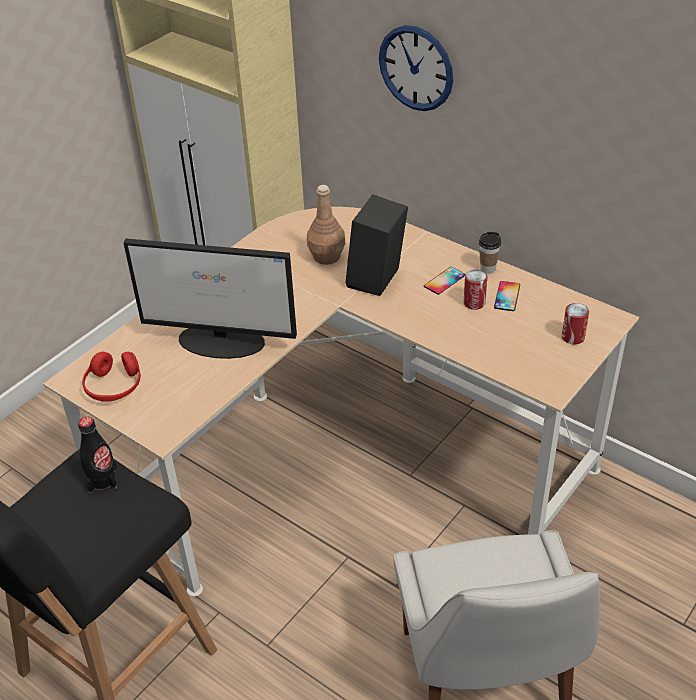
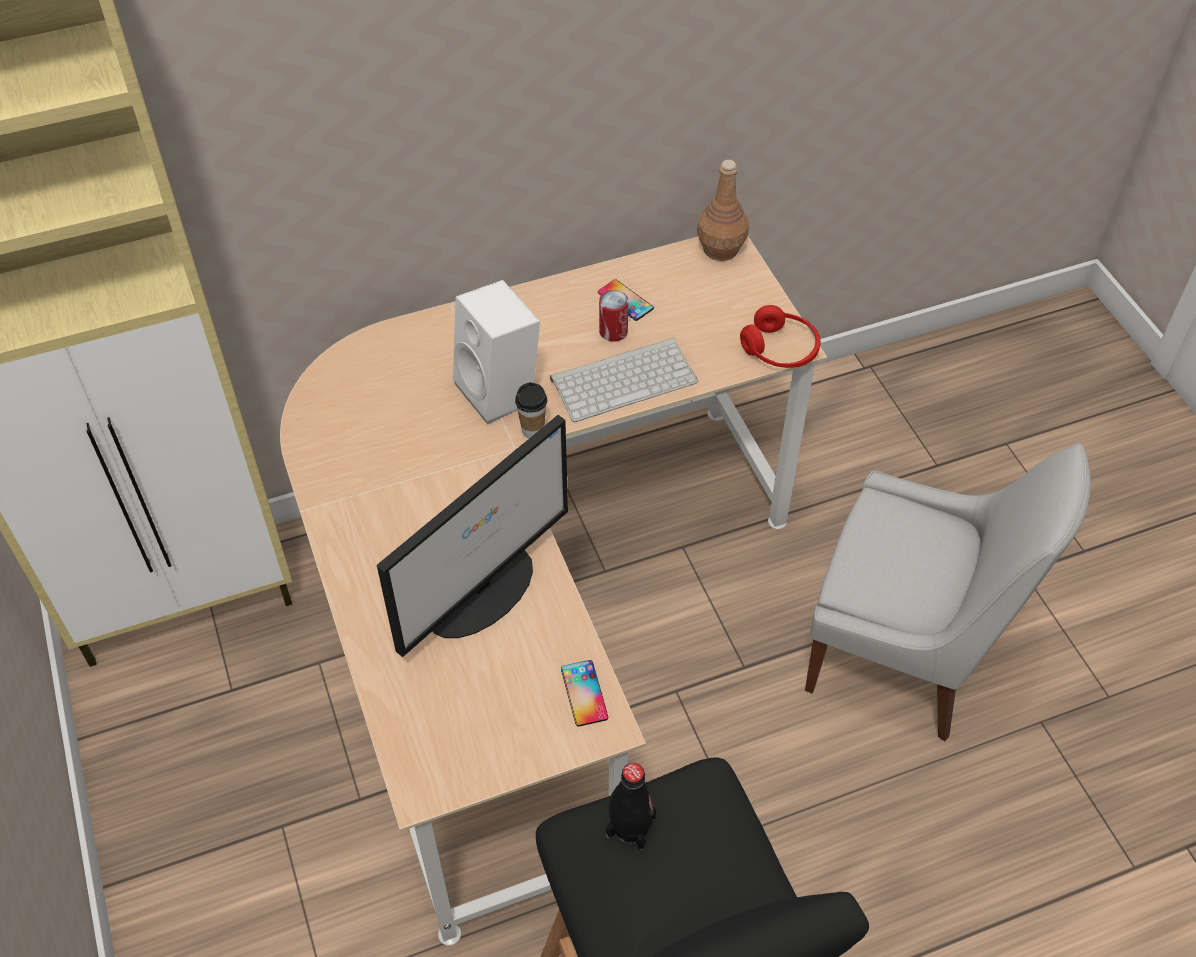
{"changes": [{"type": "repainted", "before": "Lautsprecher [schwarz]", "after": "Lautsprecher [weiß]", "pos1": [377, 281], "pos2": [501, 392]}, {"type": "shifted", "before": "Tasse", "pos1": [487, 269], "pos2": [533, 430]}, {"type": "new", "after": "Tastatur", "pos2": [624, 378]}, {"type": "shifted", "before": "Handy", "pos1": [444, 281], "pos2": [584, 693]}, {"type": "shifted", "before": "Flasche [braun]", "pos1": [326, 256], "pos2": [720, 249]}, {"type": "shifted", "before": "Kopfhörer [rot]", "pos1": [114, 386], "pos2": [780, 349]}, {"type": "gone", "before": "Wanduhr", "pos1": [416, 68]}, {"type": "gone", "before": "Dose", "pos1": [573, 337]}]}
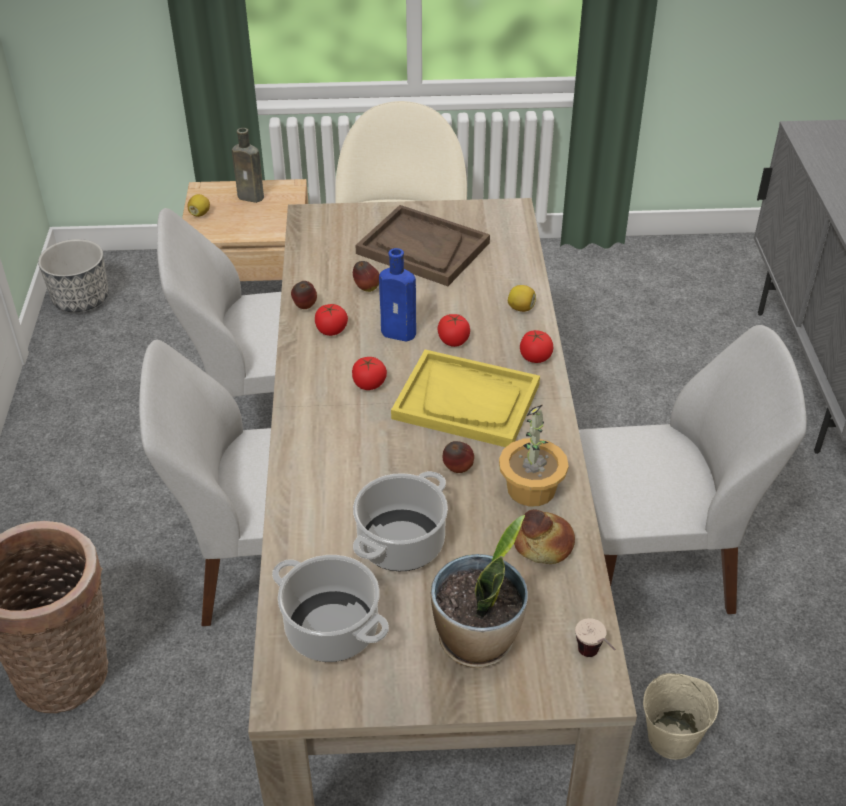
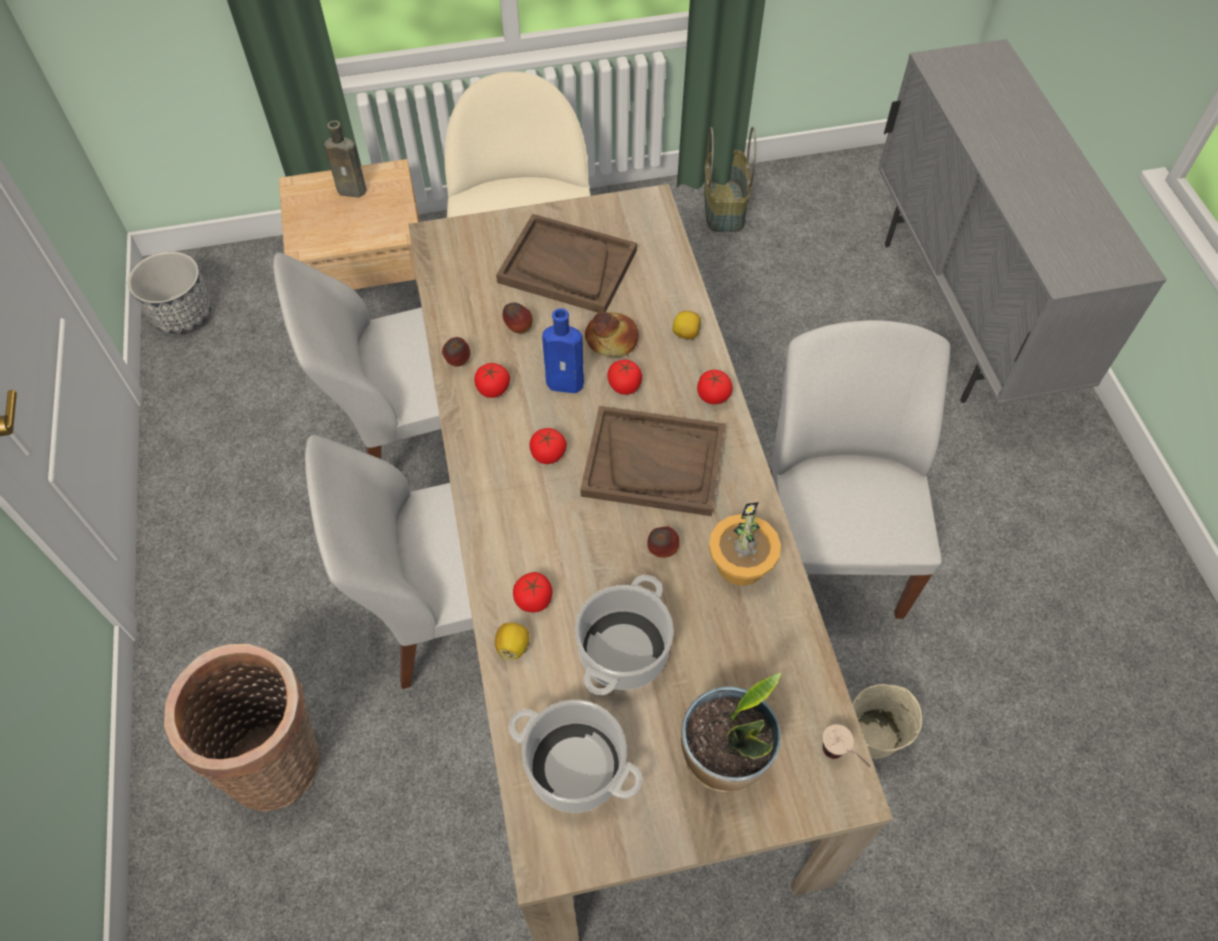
{"changes": [{"type": "shifted", "before": "Zitrone", "pos1": [200, 213], "pos2": [513, 646]}, {"type": "new", "after": "Tomate", "pos2": [534, 599]}, {"type": "repainted", "before": "Tablett [gelb]", "after": "Tablett [braun]", "pos1": [466, 401], "pos2": [654, 462]}, {"type": "shifted", "before": "Brot", "pos1": [542, 545], "pos2": [612, 341]}, {"type": "new", "after": "Korb", "pos2": [723, 207]}, {"type": "rotated", "before": "Stuhl [weiß]", "pos1": [656, 565], "pos2": [830, 551], "turn": -75}]}
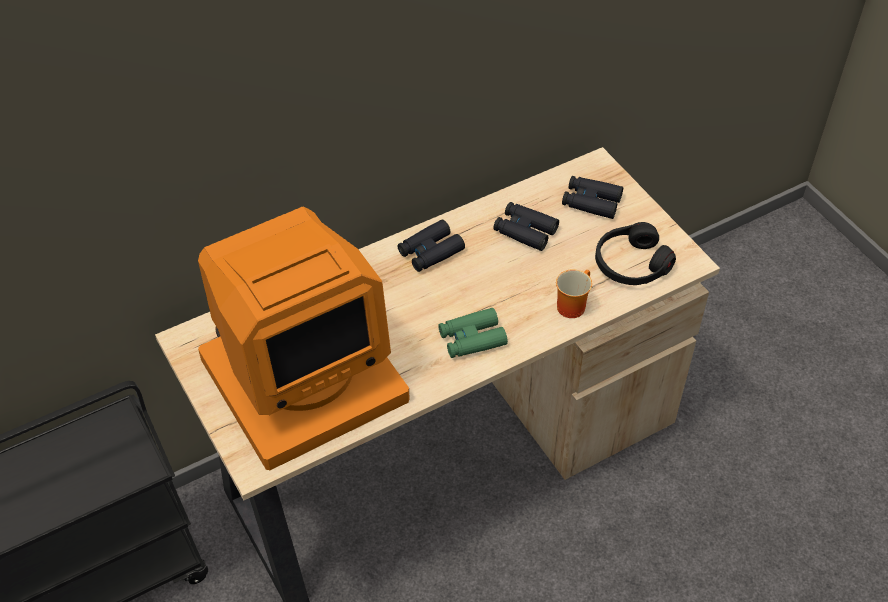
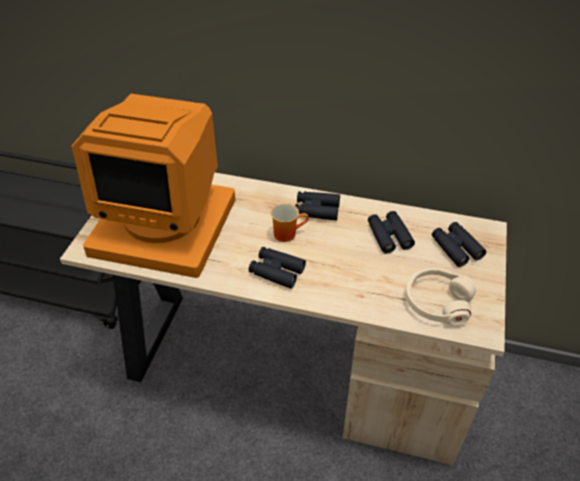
{"changes": [{"type": "repainted", "before": "Fernglas [grün]", "after": "Fernglas [schwarz]", "pos1": [472, 339], "pos2": [276, 271]}, {"type": "shifted", "before": "Henkelbecher", "pos1": [570, 304], "pos2": [287, 232]}, {"type": "repainted", "before": "Kopfhörer [schwarz]", "after": "Kopfhörer [beige]", "pos1": [631, 264], "pos2": [437, 302]}]}
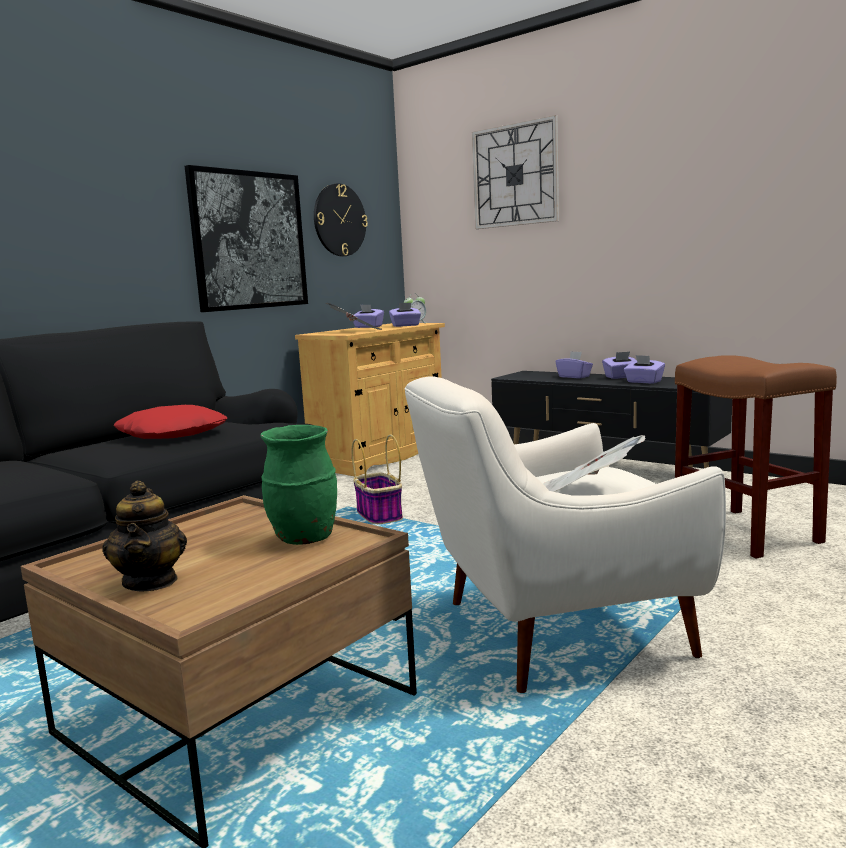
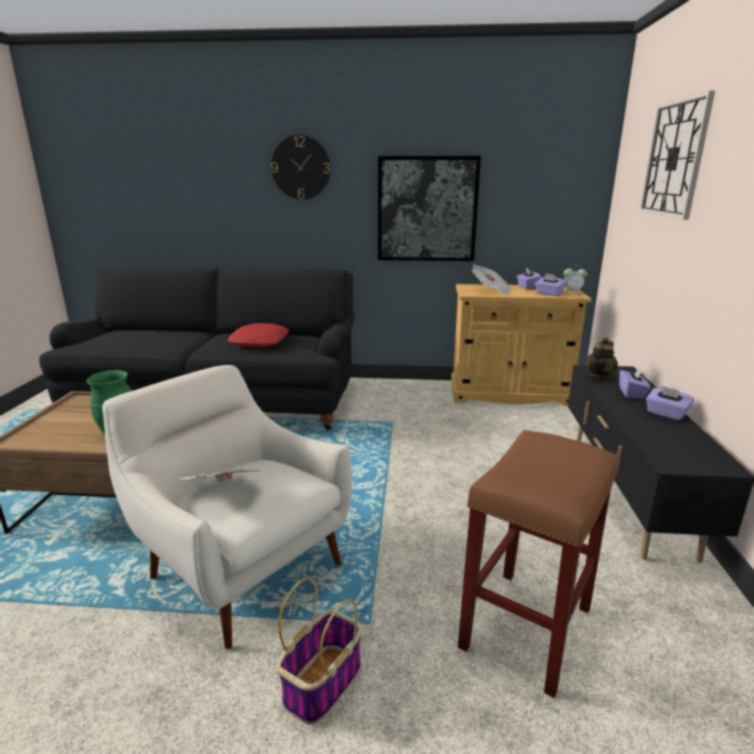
{"changes": [{"type": "shifted", "before": "Wanduhr", "pos1": [339, 220], "pos2": [301, 167]}, {"type": "shifted", "before": "Korb", "pos1": [378, 515], "pos2": [323, 682]}, {"type": "shifted", "before": "Teekanne", "pos1": [151, 582], "pos2": [599, 377]}, {"type": "gone", "before": "Taschentuchbox [lila]", "pos1": [643, 382]}]}
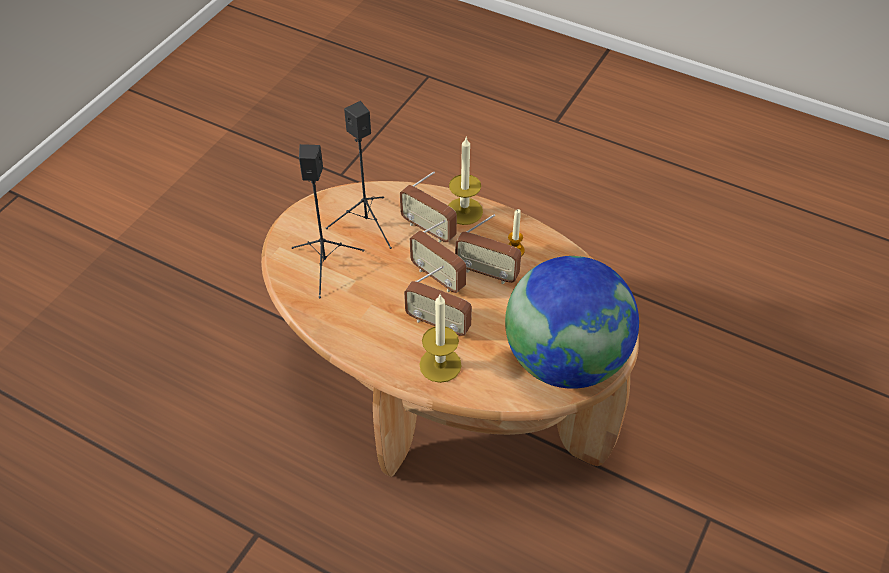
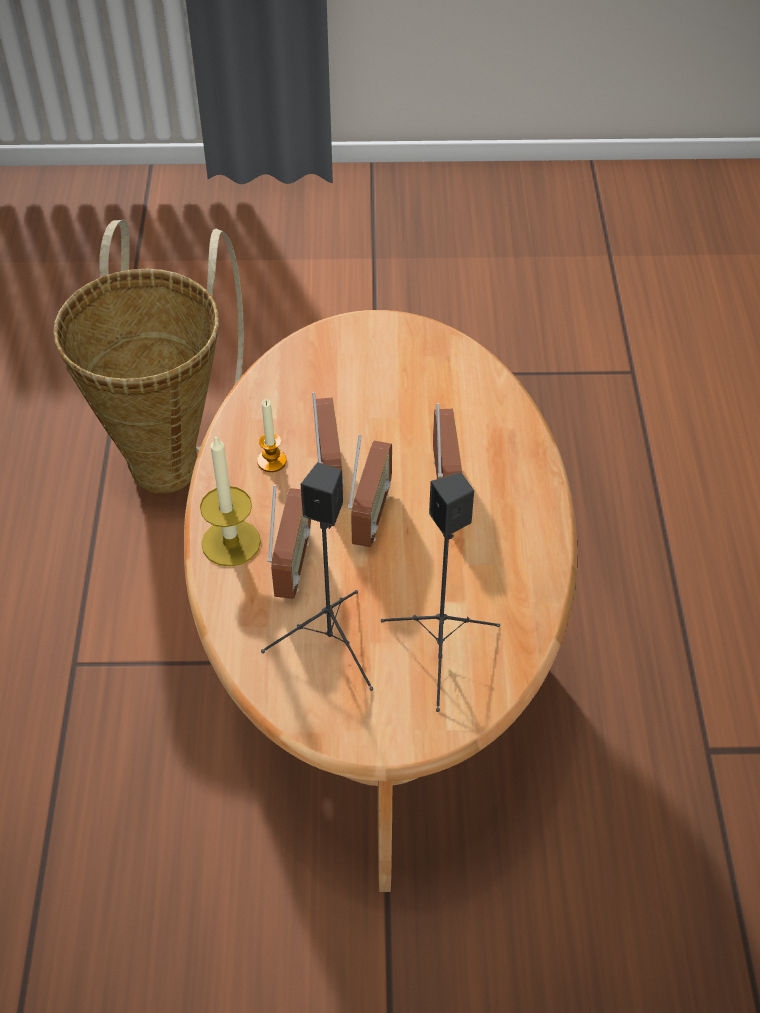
{"changes": [{"type": "new", "after": "Korb", "pos2": [170, 456]}, {"type": "gone", "before": "Kerze", "pos1": [440, 365]}, {"type": "gone", "before": "Globus", "pos1": [565, 360]}]}
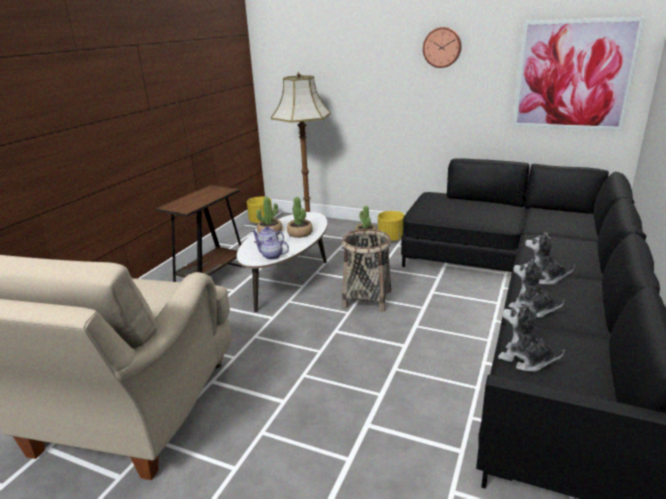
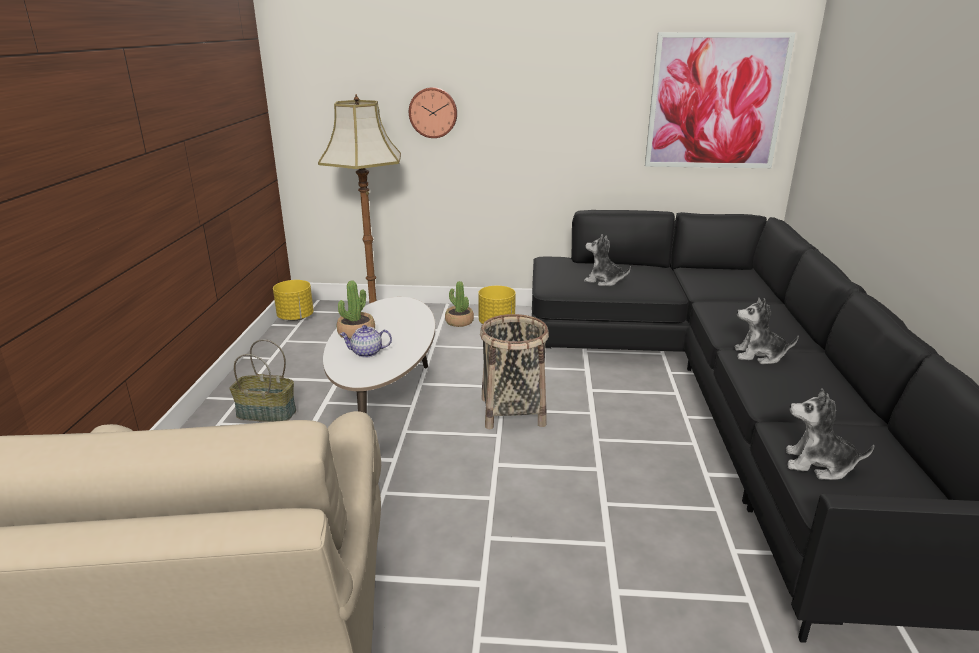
{"changes": [{"type": "swapped", "before": "Beistelltisch [braun]", "after": "Korb", "pos1": [212, 279], "pos2": [265, 414]}, {"type": "shifted", "before": "Wanduhr", "pos1": [442, 47], "pos2": [433, 112]}, {"type": "shifted", "before": "Plüschtier", "pos1": [531, 309], "pos2": [603, 281]}, {"type": "gone", "before": "Teekanne", "pos1": [272, 256]}, {"type": "gone", "before": "Topfpflanze", "pos1": [300, 233]}]}
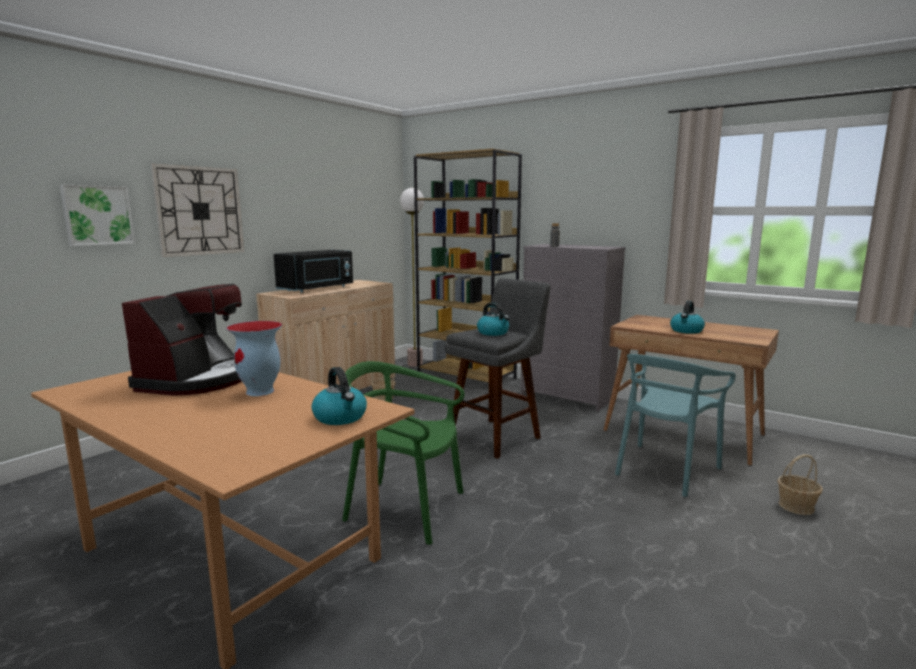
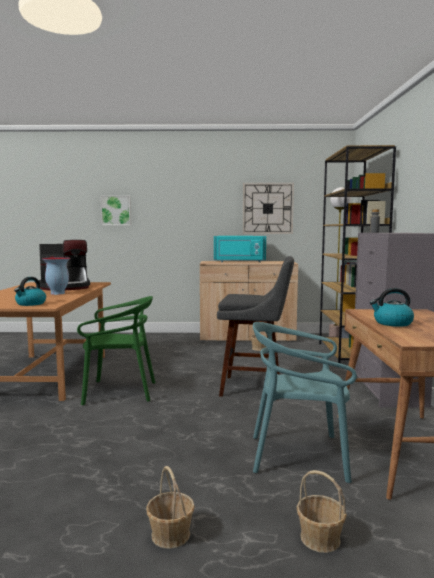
{"changes": [{"type": "rotated", "before": "Stuhl [grün]", "pos1": [405, 509], "pos2": [119, 392], "turn": 105}, {"type": "new", "after": "Korb", "pos2": [170, 535]}, {"type": "repainted", "before": "Mikrowelle [schwarz]", "after": "Mikrowelle [türkis]", "pos1": [318, 288], "pos2": [239, 261]}, {"type": "shifted", "before": "Wanduhr", "pos1": [200, 211], "pos2": [267, 208]}, {"type": "gone", "before": "Wasserkessel", "pos1": [493, 333]}]}
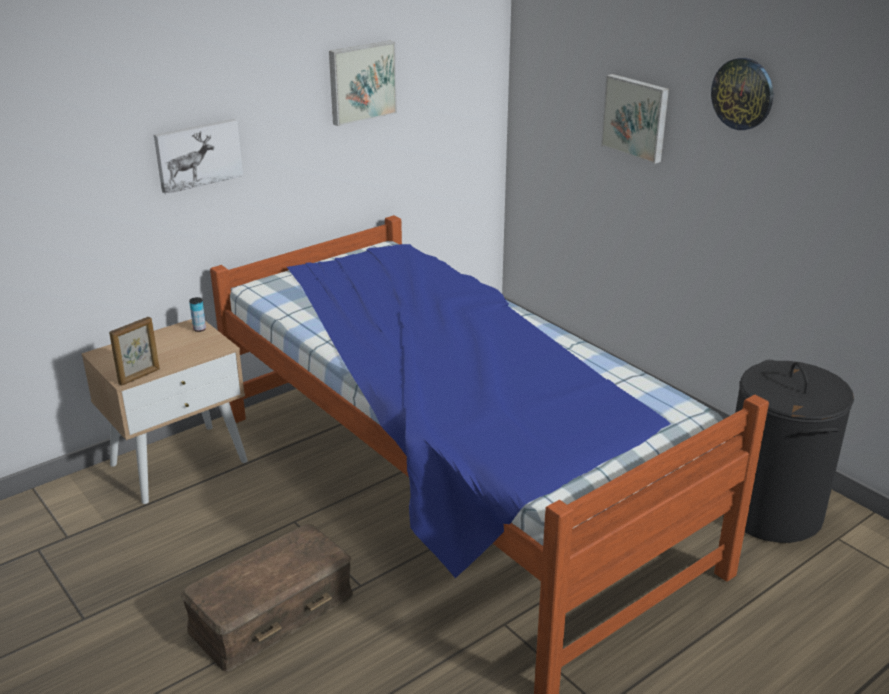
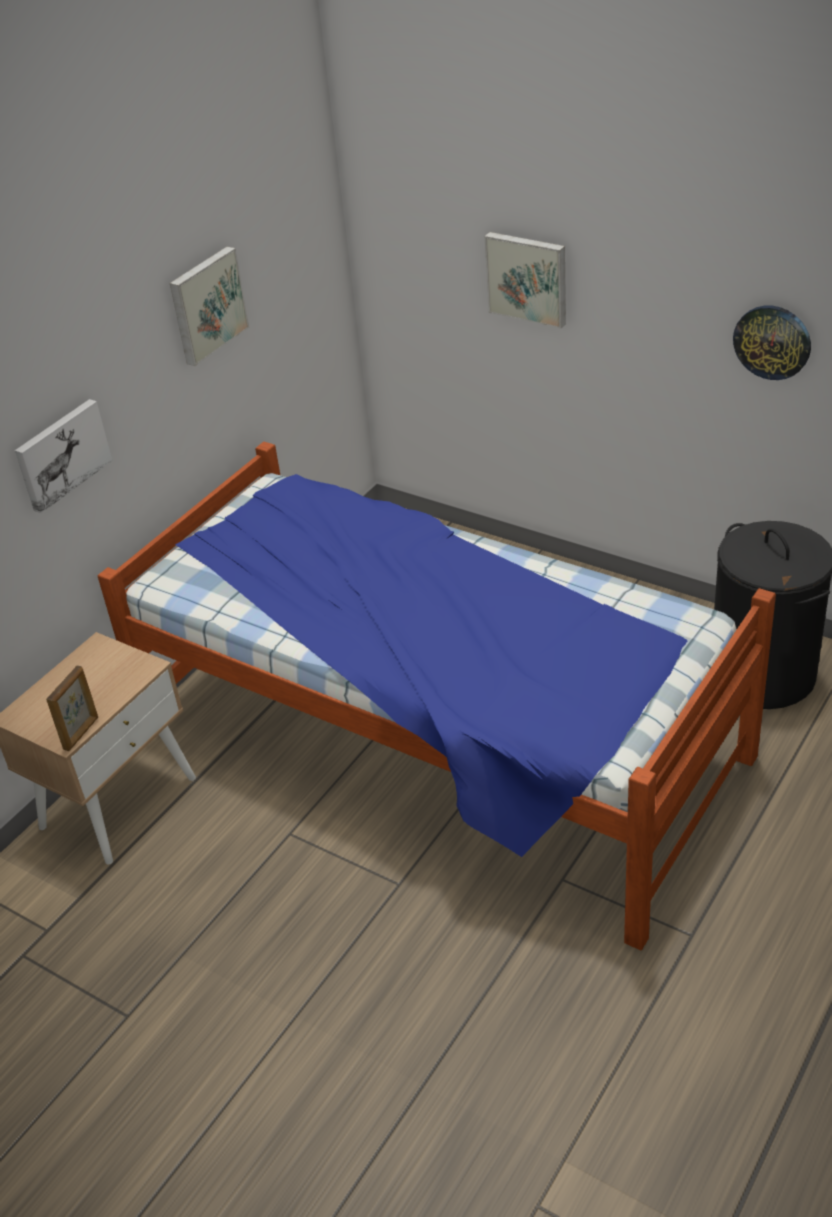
{"changes": [{"type": "shifted", "before": "Wanduhr", "pos1": [743, 94], "pos2": [772, 341]}, {"type": "gone", "before": "Aufbewahrungsbox [braun]", "pos1": [271, 611]}, {"type": "gone", "before": "Dose", "pos1": [199, 329]}]}
